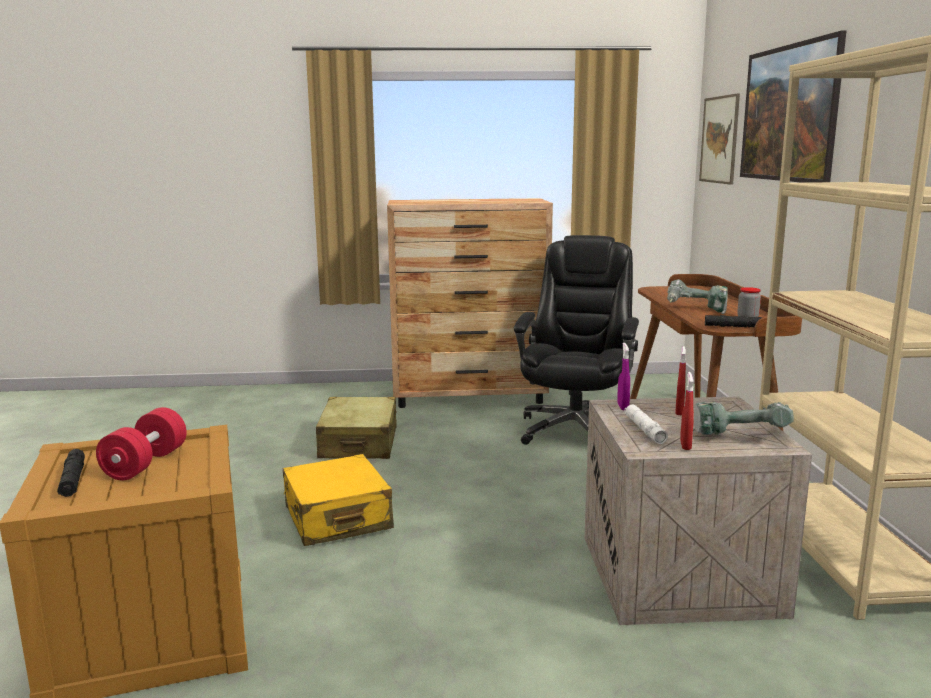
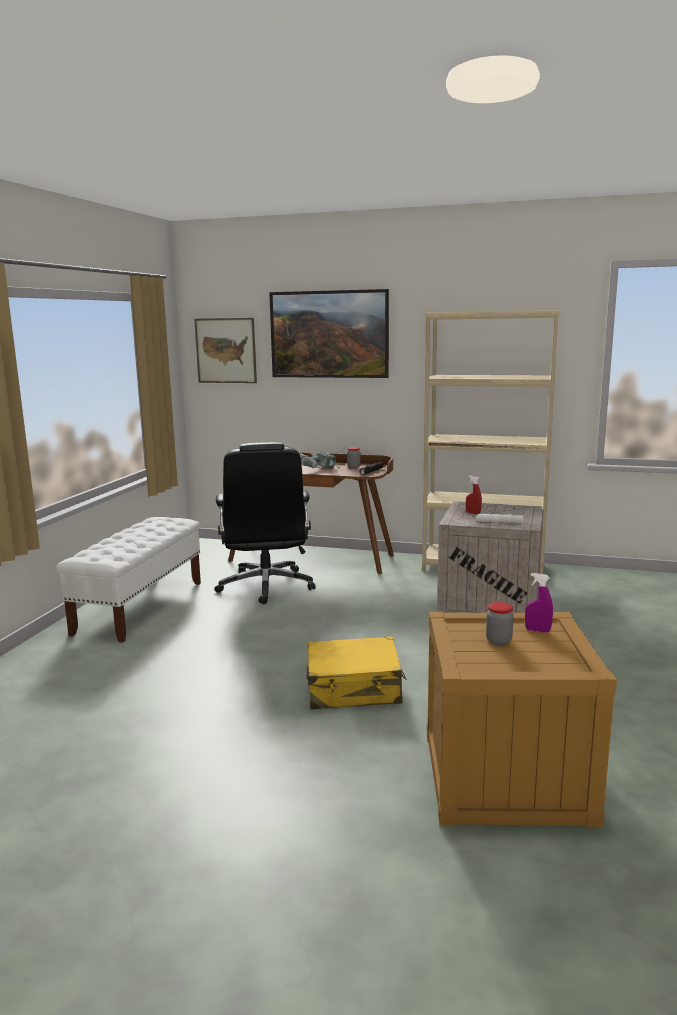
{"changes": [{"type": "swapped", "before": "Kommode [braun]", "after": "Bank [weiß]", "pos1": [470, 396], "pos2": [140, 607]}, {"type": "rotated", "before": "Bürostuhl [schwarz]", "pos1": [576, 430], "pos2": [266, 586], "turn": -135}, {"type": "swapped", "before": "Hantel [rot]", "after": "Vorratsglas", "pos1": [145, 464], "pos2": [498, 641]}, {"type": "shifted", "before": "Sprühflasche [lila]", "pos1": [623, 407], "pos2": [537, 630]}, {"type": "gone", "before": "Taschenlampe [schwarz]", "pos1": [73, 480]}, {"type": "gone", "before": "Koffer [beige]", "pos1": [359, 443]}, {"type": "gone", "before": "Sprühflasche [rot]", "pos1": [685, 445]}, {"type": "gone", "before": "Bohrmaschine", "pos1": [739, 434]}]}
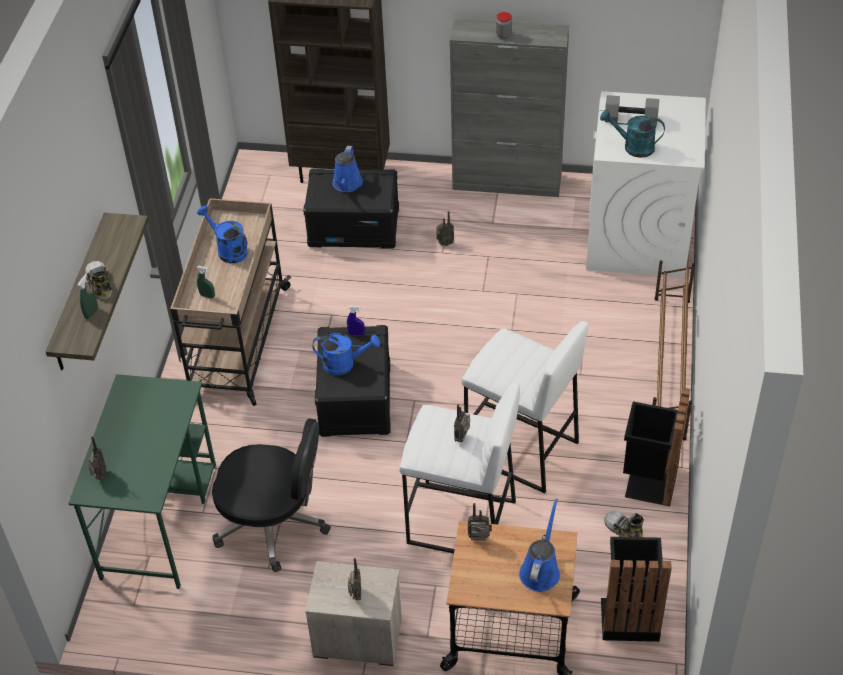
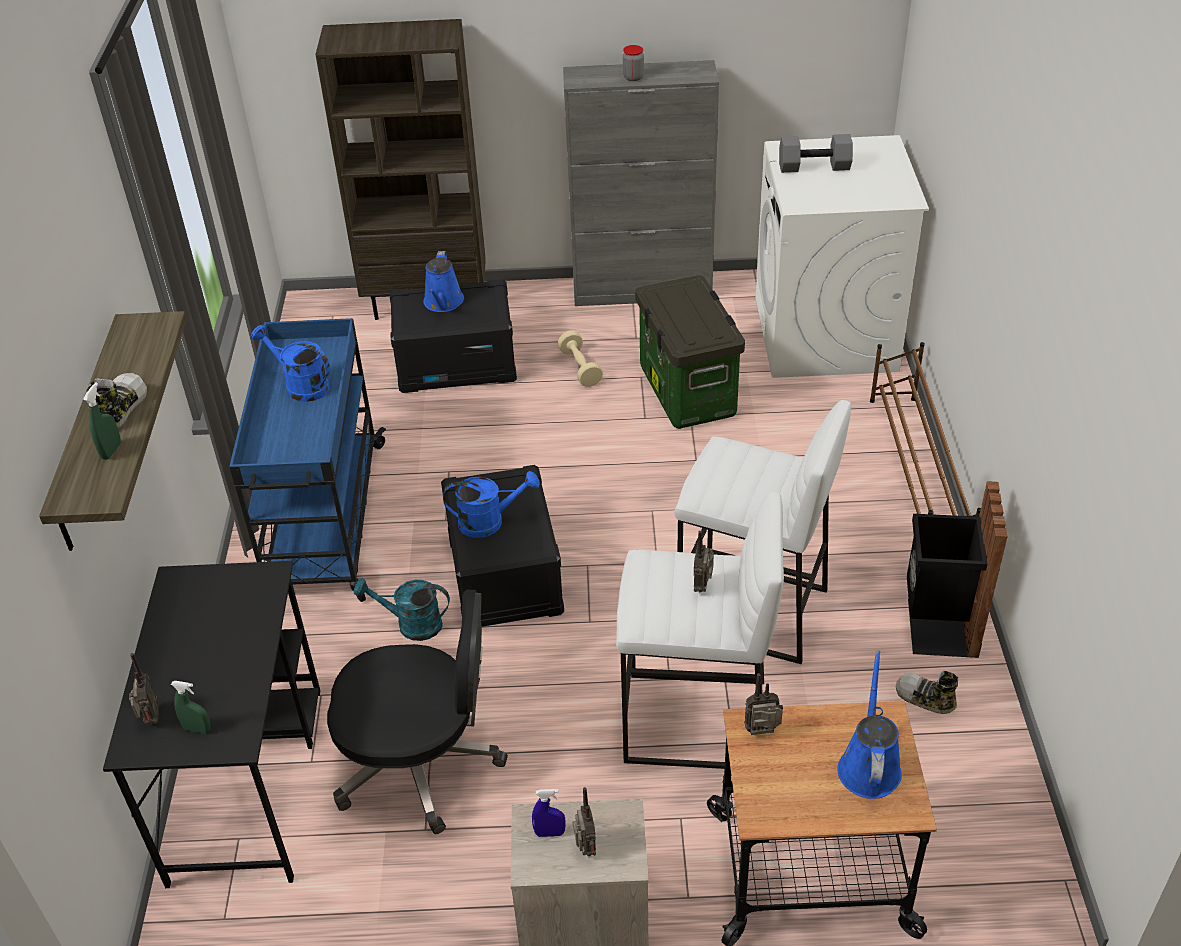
{"changes": [{"type": "rotated", "before": "Schuh", "pos1": [99, 284], "pos2": [119, 409], "turn": 45}, {"type": "repainted", "before": "Schreibtisch [grün]", "after": "Schreibtisch [schwarz]", "pos1": [160, 519], "pos2": [247, 781]}, {"type": "shifted", "before": "Sprühflasche [grün]", "pos1": [207, 296], "pos2": [197, 729]}, {"type": "repainted", "before": "Rollwagen [beige]", "after": "Rollwagen [blau]", "pos1": [238, 343], "pos2": [325, 523]}, {"type": "shifted", "before": "Gießkanne [türkis]", "pos1": [633, 147], "pos2": [411, 624]}, {"type": "shifted", "before": "Sprühflasche [blau]", "pos1": [356, 334], "pos2": [549, 833]}, {"type": "swapped", "before": "Radio", "after": "Hantel [beige]", "pos1": [444, 243], "pos2": [580, 368]}, {"type": "new", "after": "Aufbewahrungsbox", "pos2": [689, 393]}, {"type": "gone", "before": "Mülleimer [schwarz]", "pos1": [629, 616]}]}
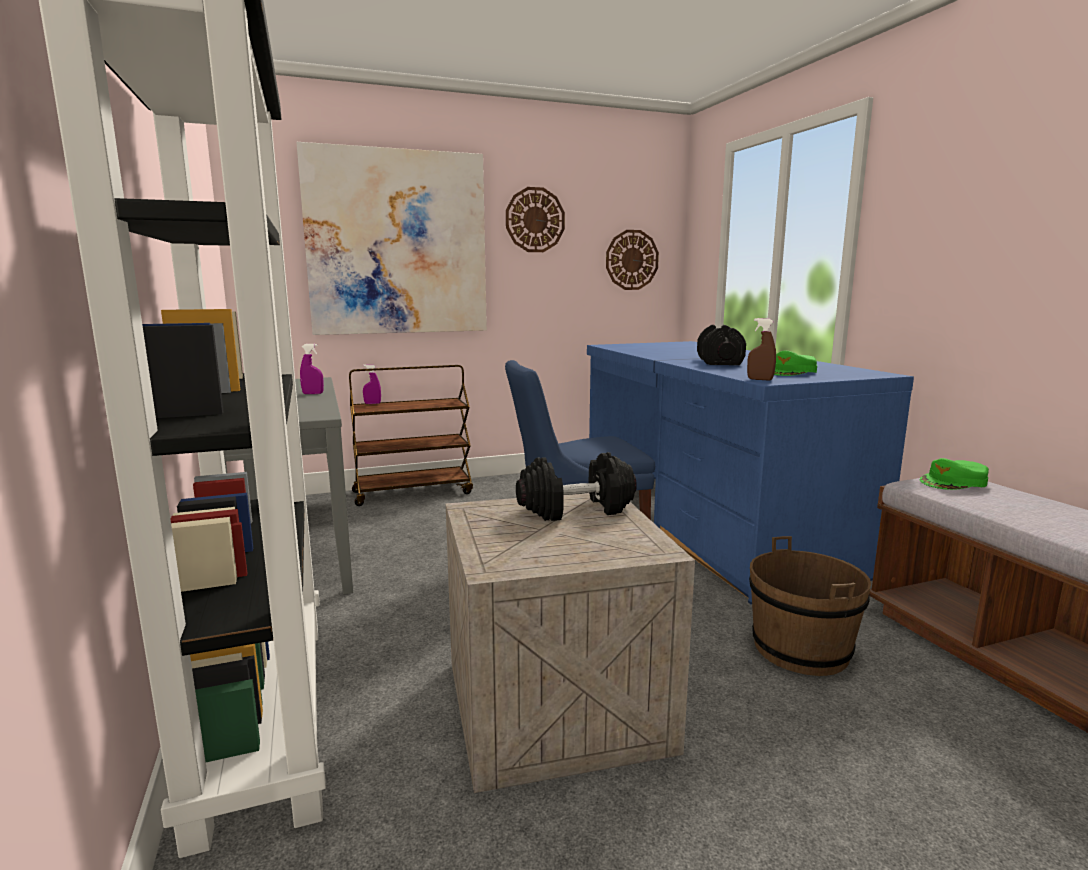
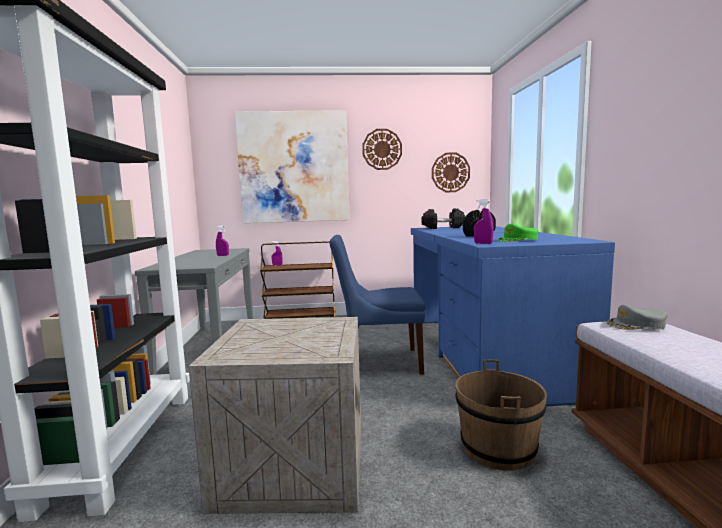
{"changes": [{"type": "shifted", "before": "Hantel [schwarz]", "pos1": [576, 509], "pos2": [443, 228]}, {"type": "repainted", "before": "Sprühflasche [braun]", "after": "Sprühflasche [lila]", "pos1": [760, 379], "pos2": [483, 243]}, {"type": "repainted", "before": "Kappe [grün]", "after": "Kappe [grau]", "pos1": [954, 482], "pos2": [636, 325]}]}
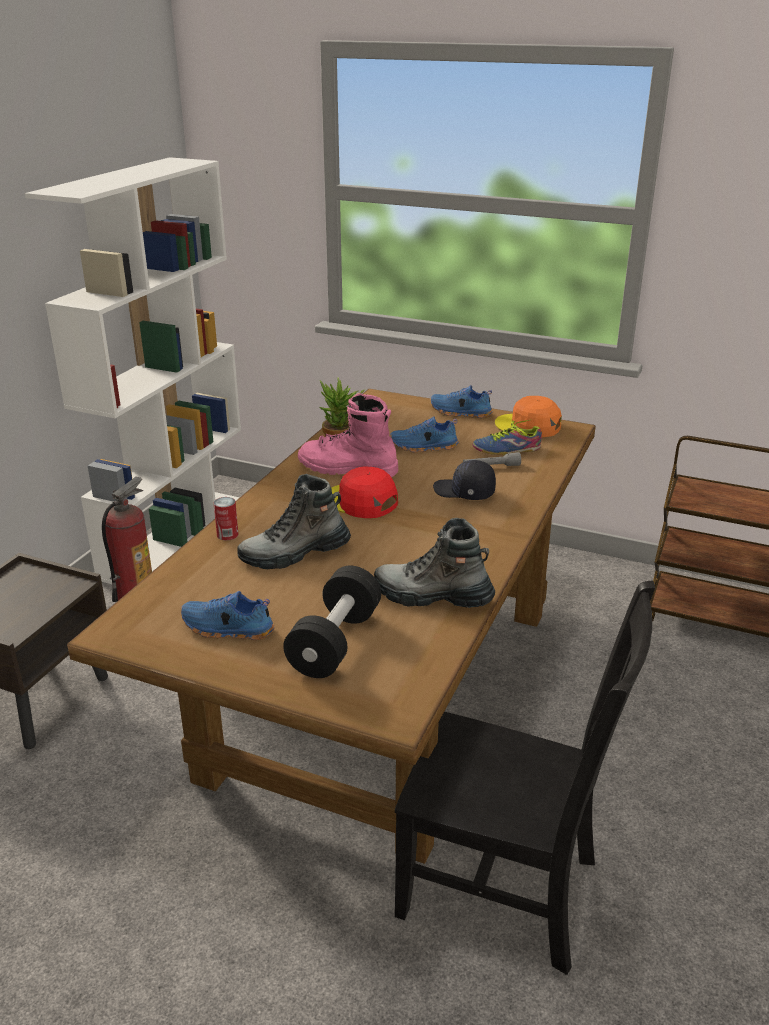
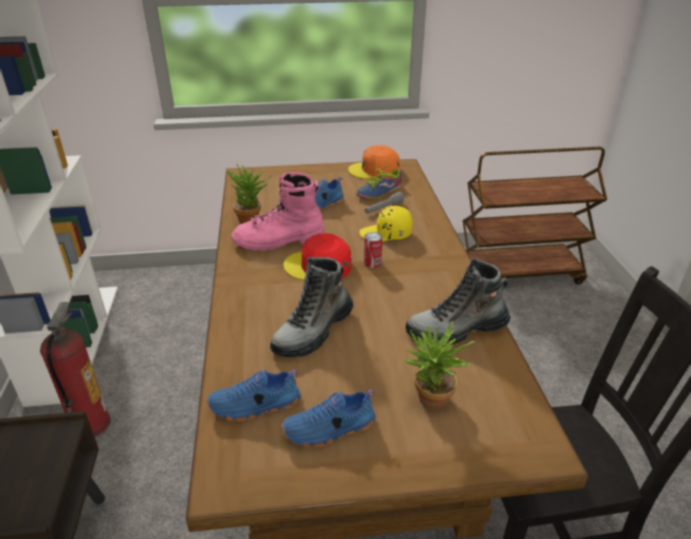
{"changes": [{"type": "shifted", "before": "Schuh [blau]", "pos1": [460, 413], "pos2": [255, 406]}, {"type": "repainted", "before": "Kappe [schwarz]", "after": "Kappe [gelb]", "pos1": [464, 492], "pos2": [386, 234]}, {"type": "shifted", "before": "Dose", "pos1": [227, 534], "pos2": [372, 263]}, {"type": "swapped", "before": "Hantel [schwarz]", "after": "Topfpflanze", "pos1": [335, 642], "pos2": [430, 403]}]}
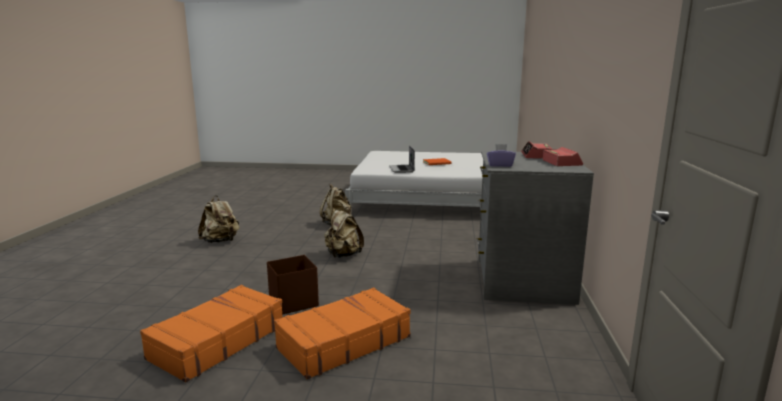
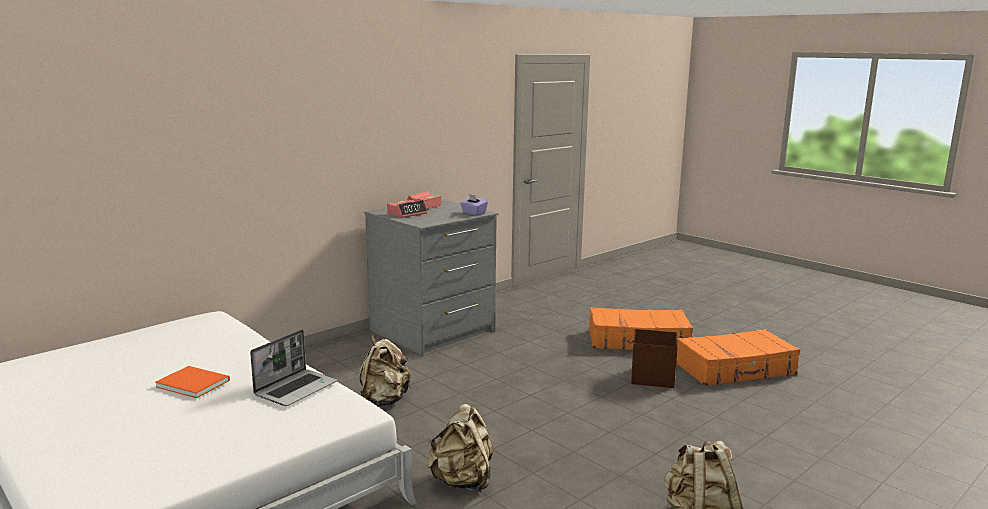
{"changes": [{"type": "shifted", "before": "Rucksack [beige]", "pos1": [343, 255], "pos2": [384, 401]}]}
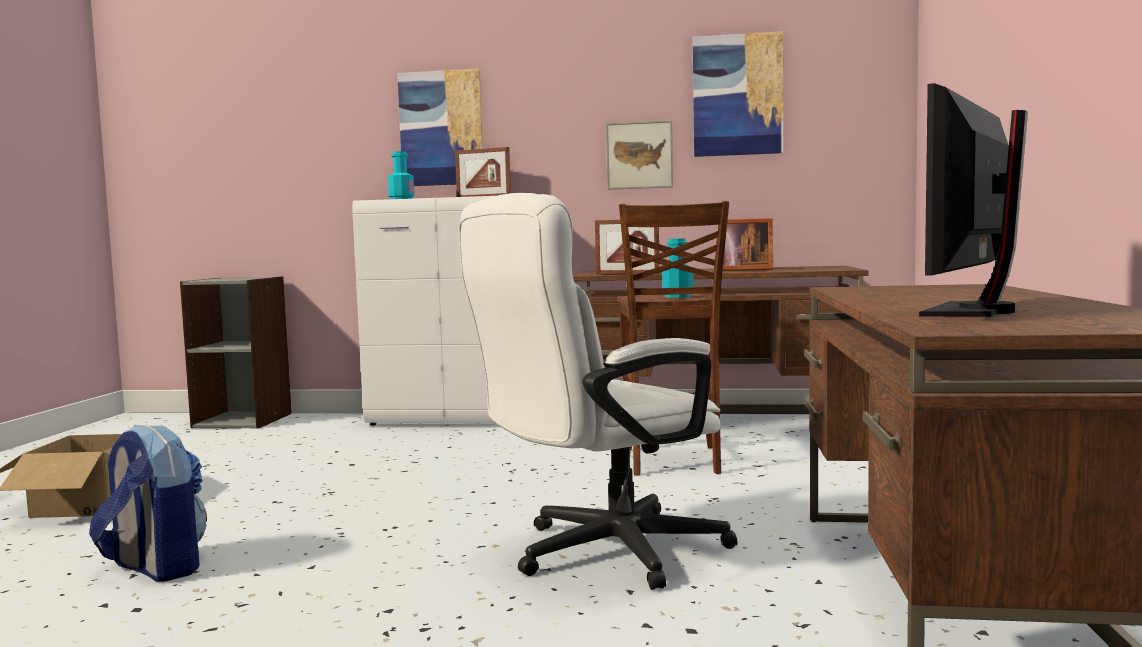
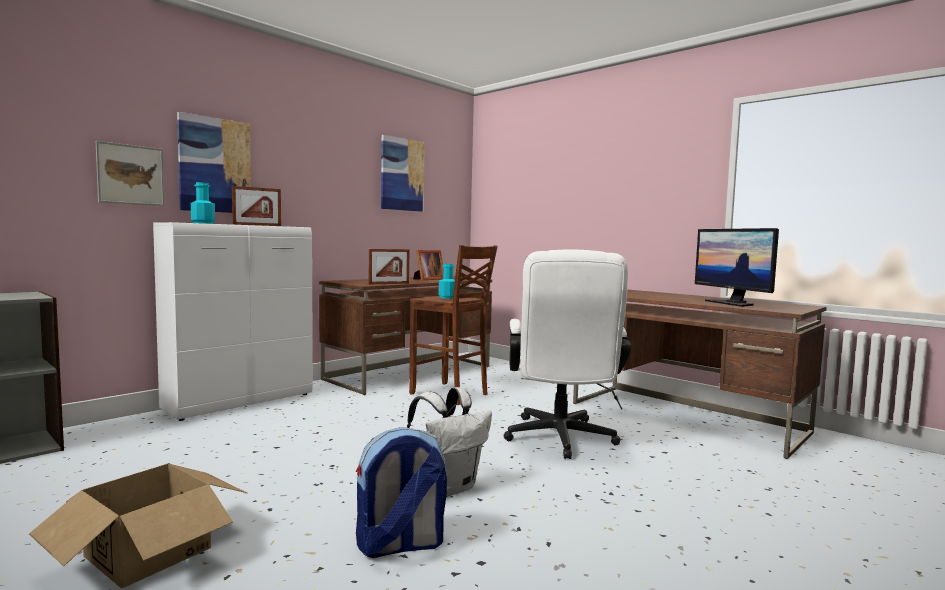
{"changes": [{"type": "shifted", "before": "Bild", "pos1": [639, 155], "pos2": [130, 174]}, {"type": "new", "after": "Rucksack [weiß]", "pos2": [448, 487]}]}
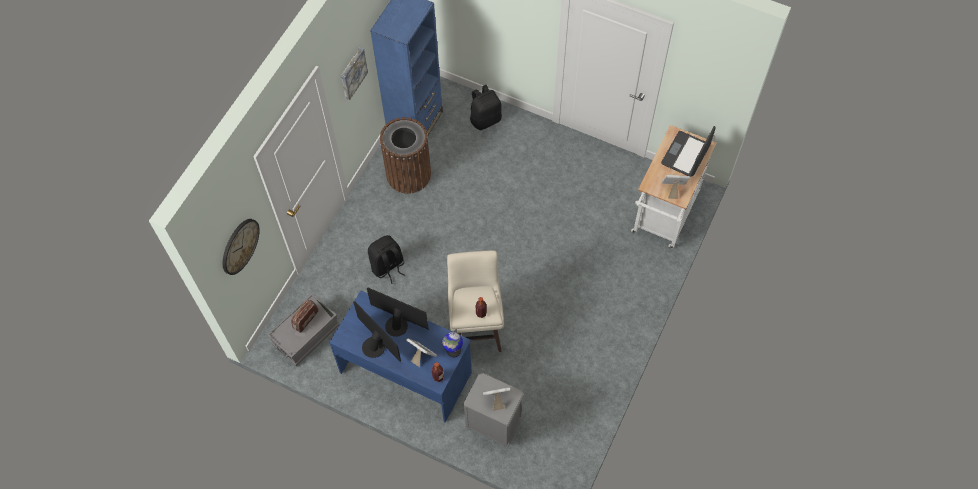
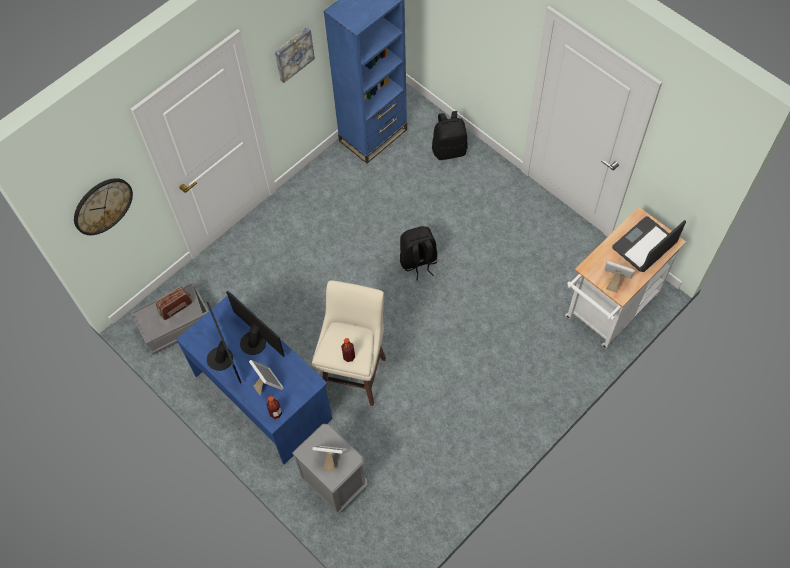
{"changes": [{"type": "shifted", "before": "Rucksack [schwarz]", "pos1": [388, 267], "pos2": [418, 262]}, {"type": "gone", "before": "Mülleimer [braun]", "pos1": [408, 174]}, {"type": "gone", "before": "Globus", "pos1": [453, 350]}]}
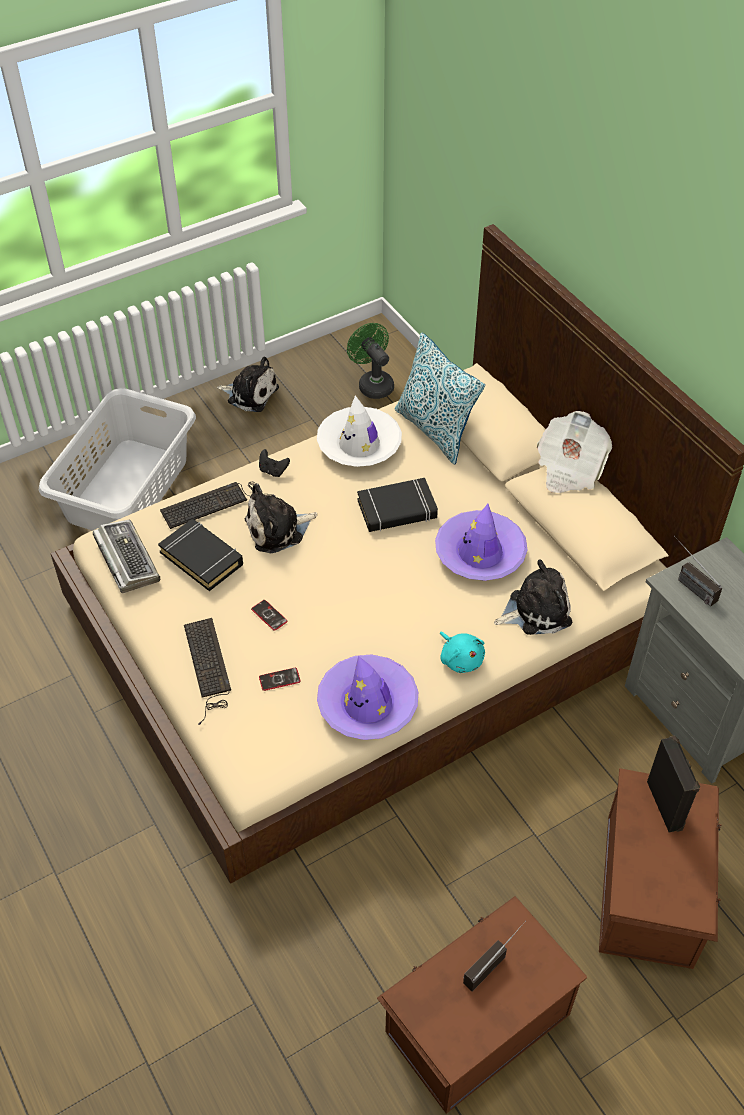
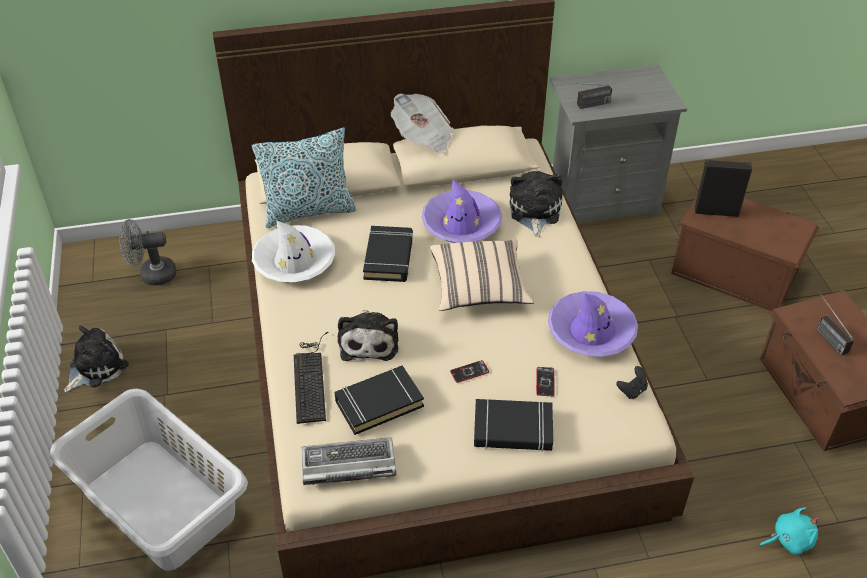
{"changes": [{"type": "repainted", "before": "Ventilator [grün]", "after": "Ventilator [grau]", "pos1": [372, 384], "pos2": [152, 275]}, {"type": "new", "after": "Kissen [beige]", "pos2": [479, 287]}, {"type": "swapped", "before": "Tastatur", "after": "Buch [schwarz]", "pos1": [207, 667], "pos2": [513, 429]}, {"type": "shifted", "before": "Gamepad [schwarz]", "pos1": [273, 471], "pos2": [632, 390]}, {"type": "shifted", "before": "Plüschtier [türkis]", "pos1": [460, 659], "pos2": [789, 540]}]}
